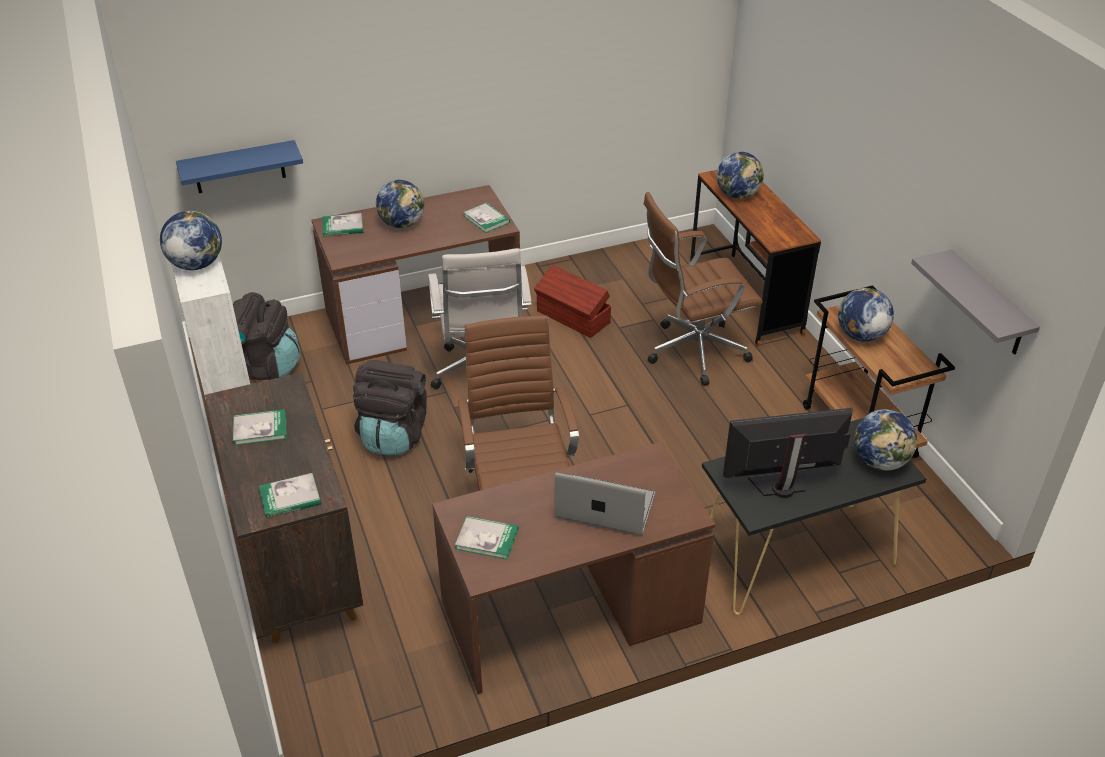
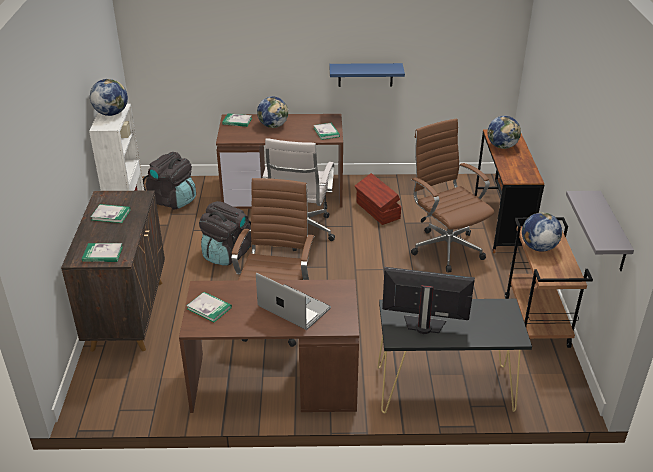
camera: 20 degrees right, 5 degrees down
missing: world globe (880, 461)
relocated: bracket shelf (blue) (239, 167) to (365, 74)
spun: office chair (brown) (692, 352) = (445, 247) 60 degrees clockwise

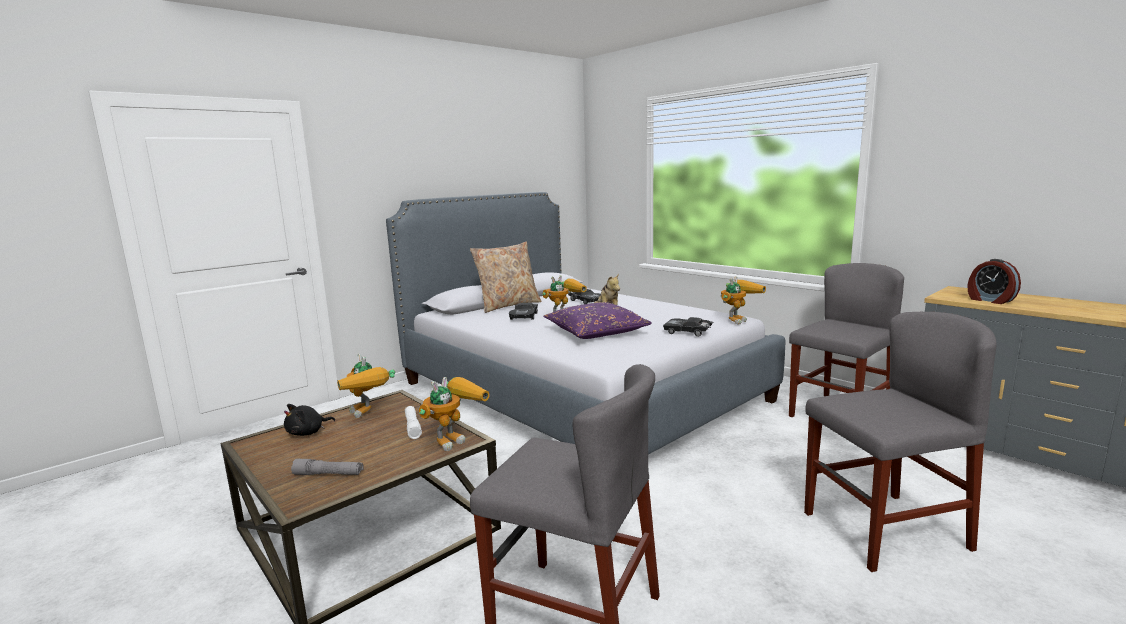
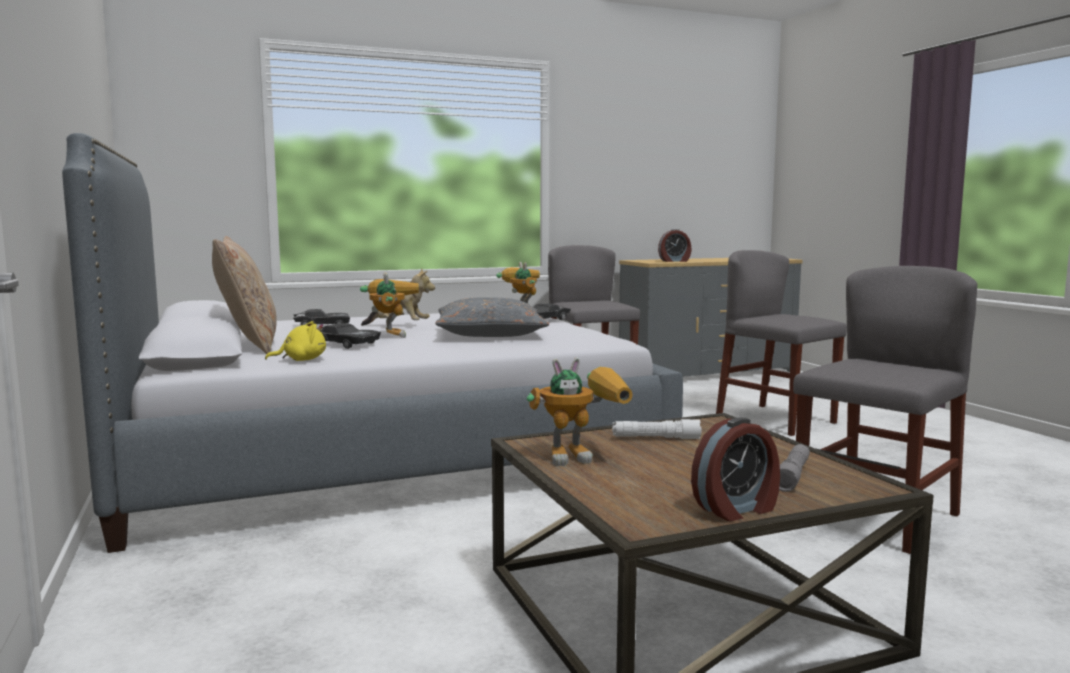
camera: 70 degrees left, 5 degrees down
missing: cuddly toy (black-coloured) (308, 433); model robot (455, 438)
appeared: cuddly toy (yellowish) (301, 360); table clock (737, 509)
colour: cushion (purple-coloured) (596, 332) to cushion (grey) (490, 333)
spun: chair (grey) (884, 530) = (775, 420) 45 degrees counterclockwise

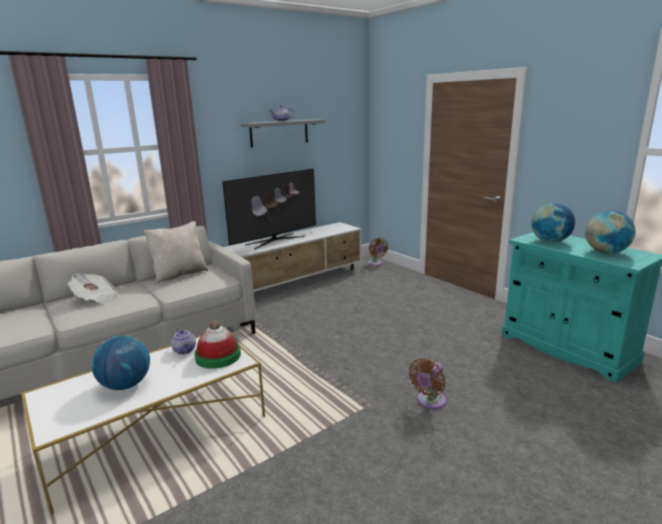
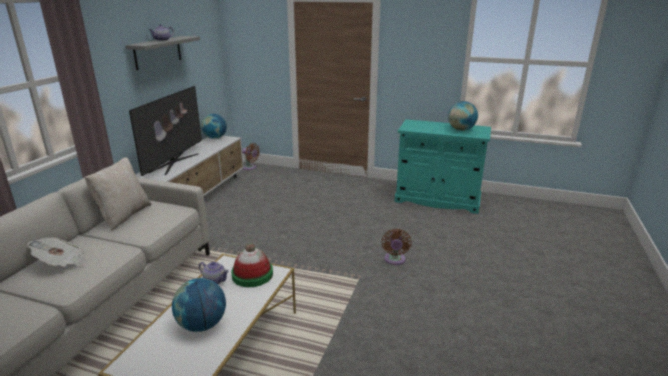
camera: 35 degrees left, 5 degrees up
relocated: world globe (550, 241) to (215, 138)

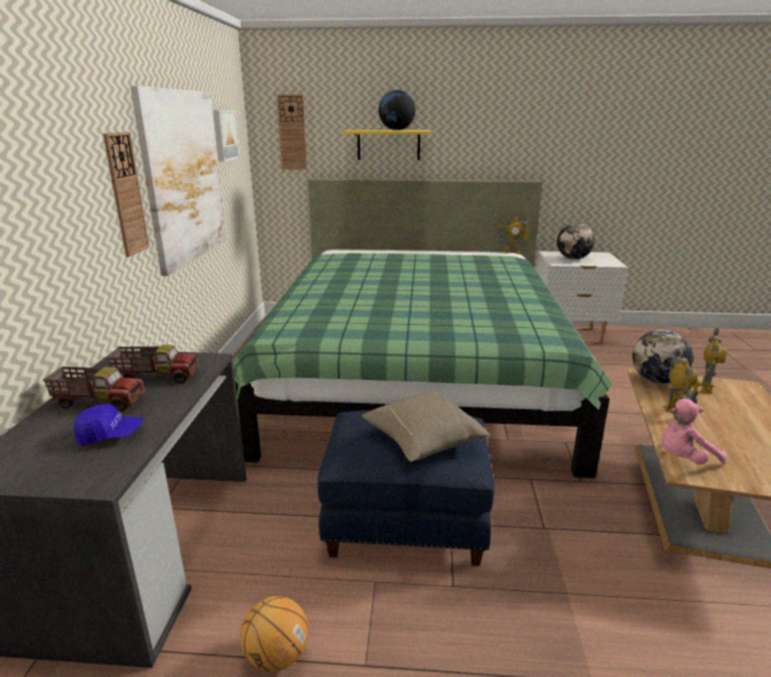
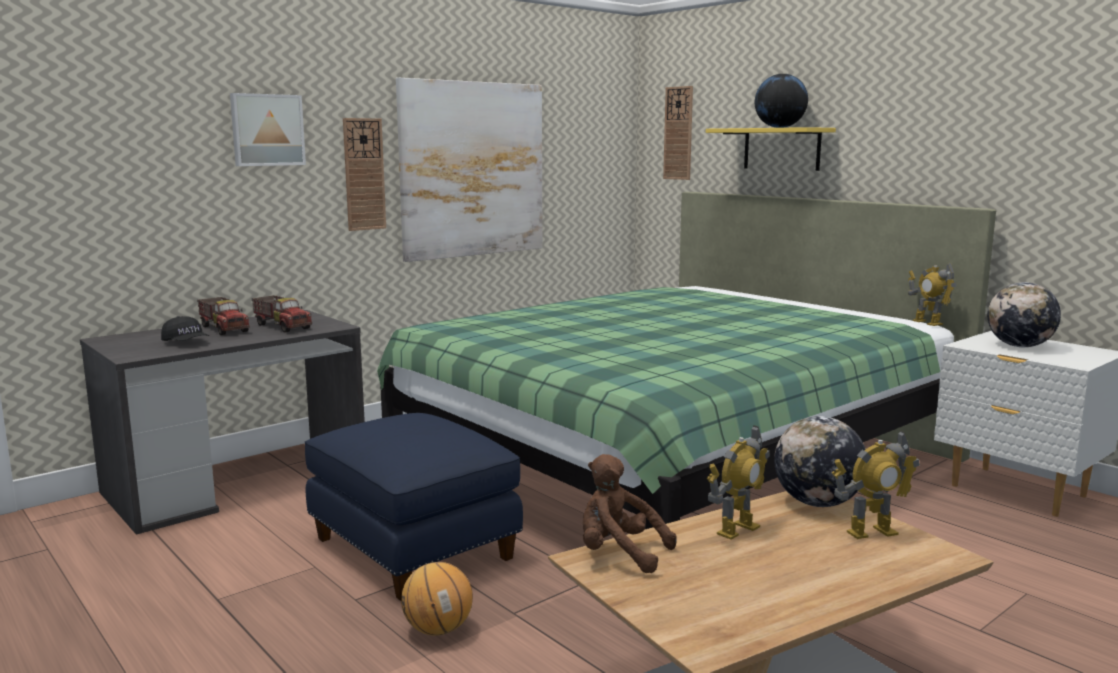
camera: 45 degrees right, 10 degrees down
missing: cushion (beige-coloured) (423, 439)
relocated: picture (224, 135) to (267, 130); basketball ball (276, 656) to (437, 630)
colour: peaked cap (blue) (110, 435) to peaked cap (black-coloured) (186, 342); cuddly toy (pink) (683, 458) to cuddly toy (brown) (619, 554)

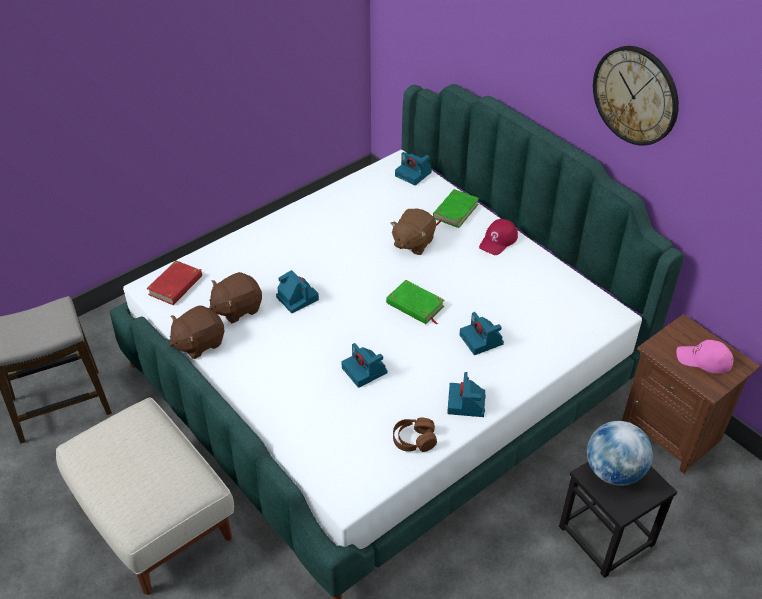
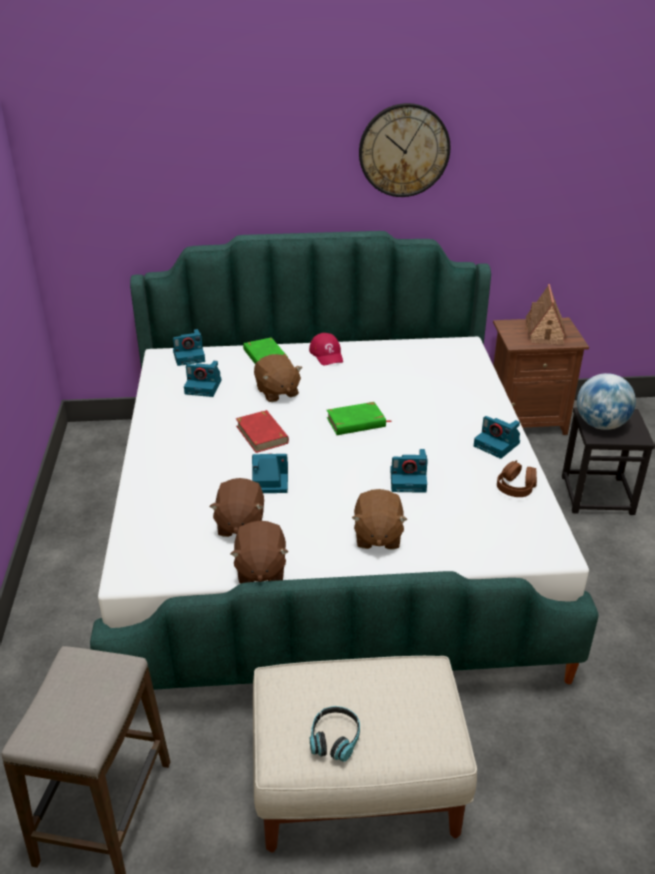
camera: 55 degrees left, 10 degrees down
appeared: pair of headphones (335, 739); cuddly toy (brown) (377, 536)
relocated: still camera (482, 340) to (204, 387); volume (reddish) (176, 285) to (262, 434)
exchanged: peaked cap (pink) (704, 359) to model house (545, 332)

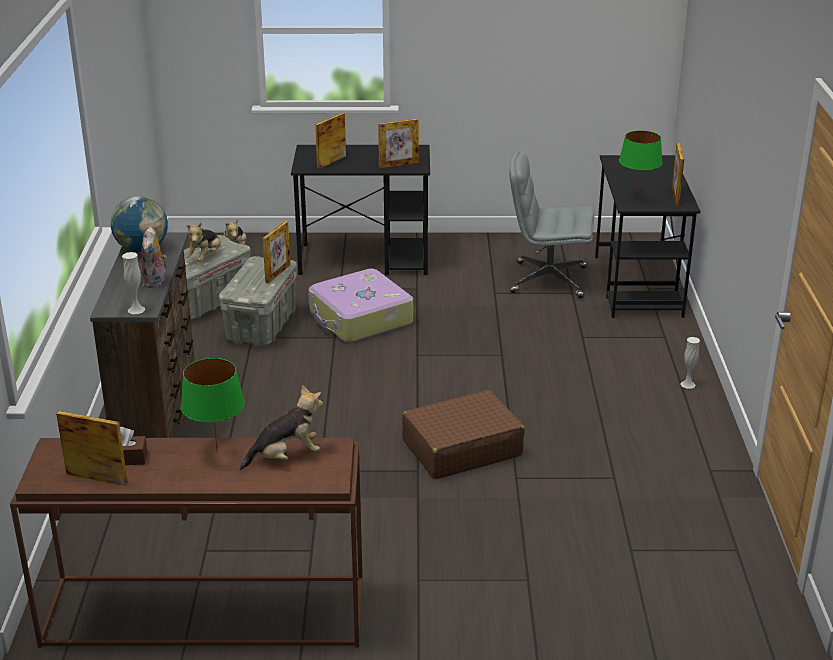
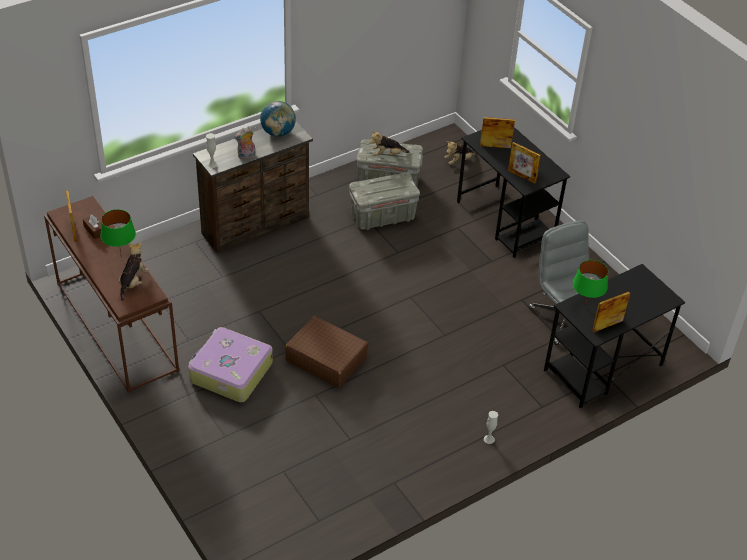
camera: 55 degrees right, 15 degrees up
missing: photo frame (278, 273)
relocated: travel case (360, 318) to (230, 372)
spun: cuddly toy (286, 457) = (133, 282) 105 degrees counterclockwise

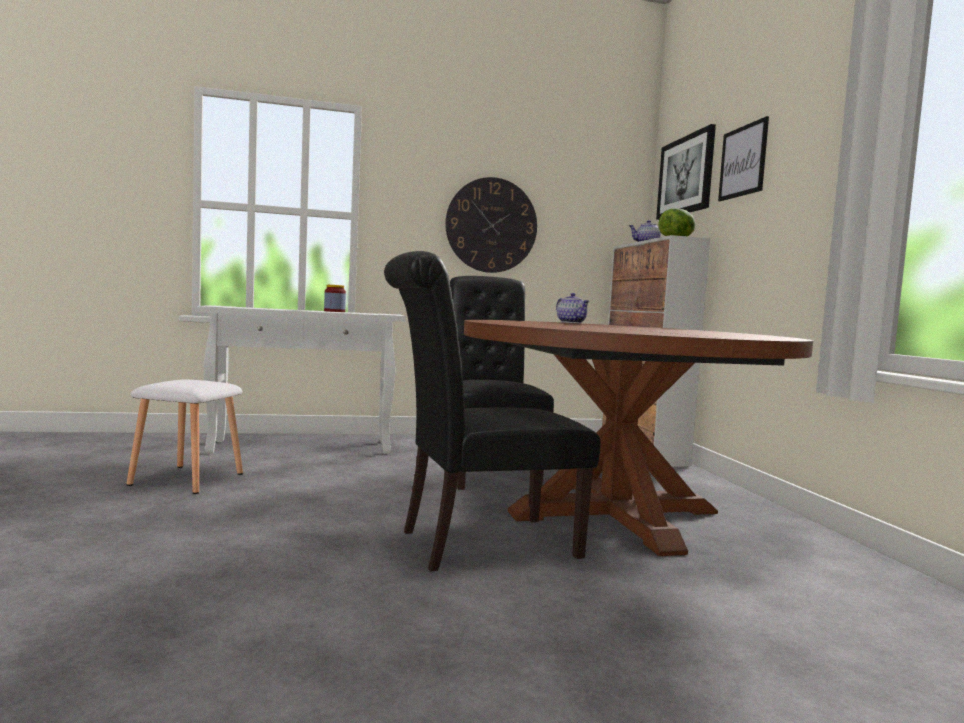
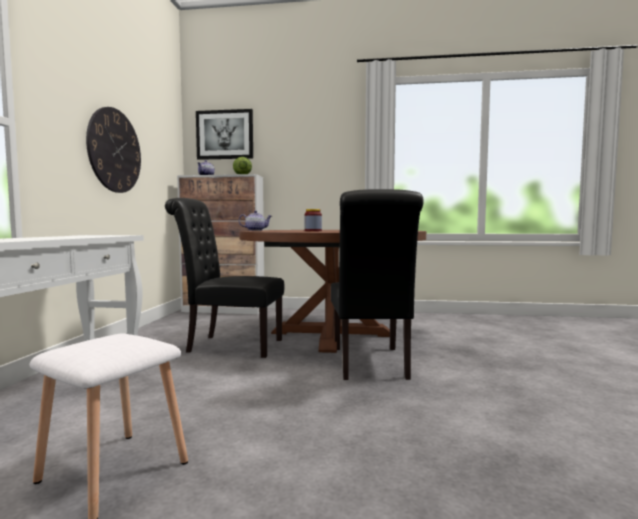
camera: 70 degrees left, 0 degrees up
missing: picture (743, 161)
relocated: jar (334, 311) to (313, 231)

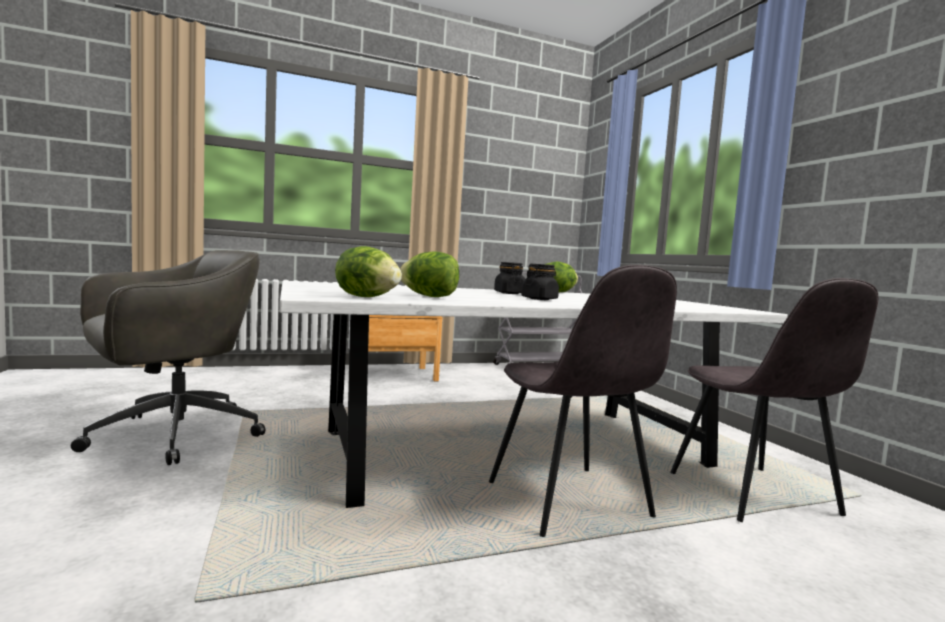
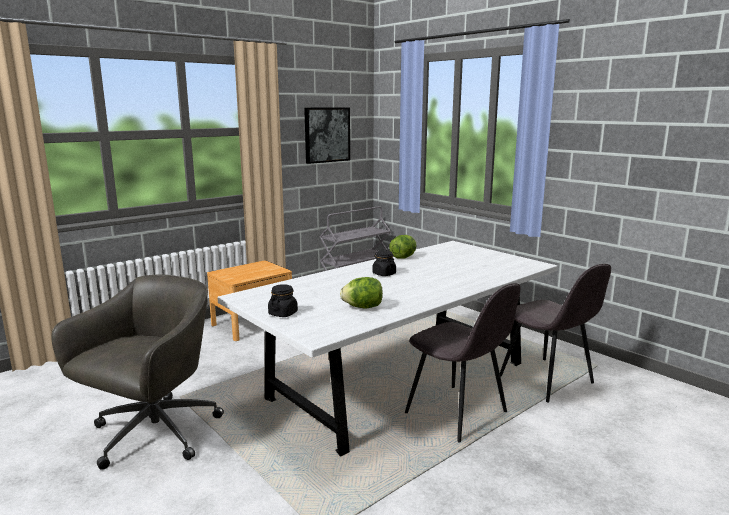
camera: 20 degrees left, 10 degrees up
missing: head of lettuce (367, 297)
appeared: picture (327, 135)
relocated: jar (black-coloured) (539, 299) to (283, 313)

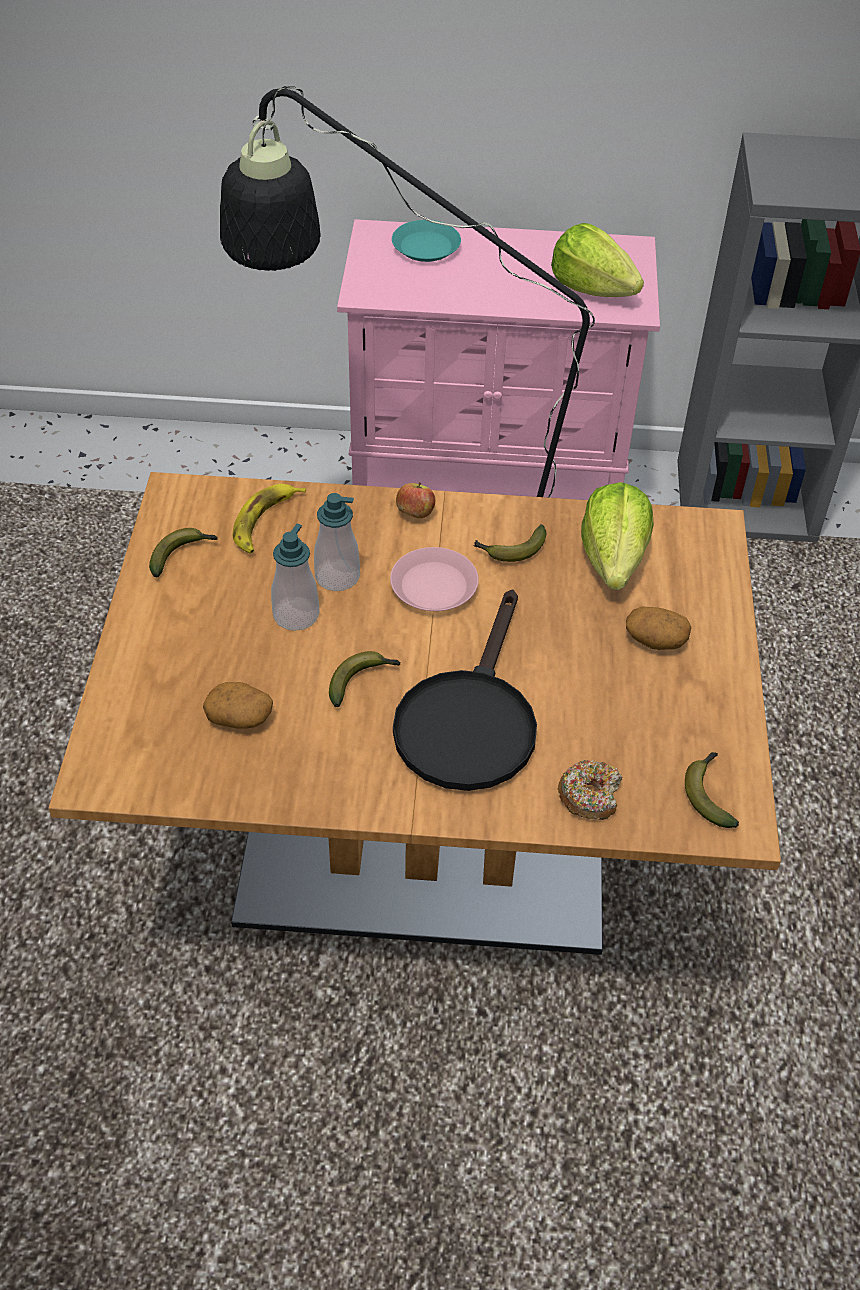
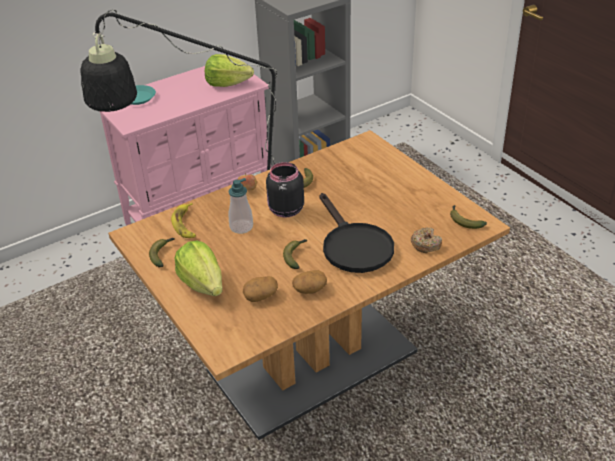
camera: 35 degrees left, 10 degrees down
missing: liquid soap bottle (296, 615)
relocated: head of lettuce (613, 559) to (203, 284); whole potato (655, 640) to (309, 289)
exchanged: plate (pink) (433, 586) to jar (black-coloured) (285, 210)

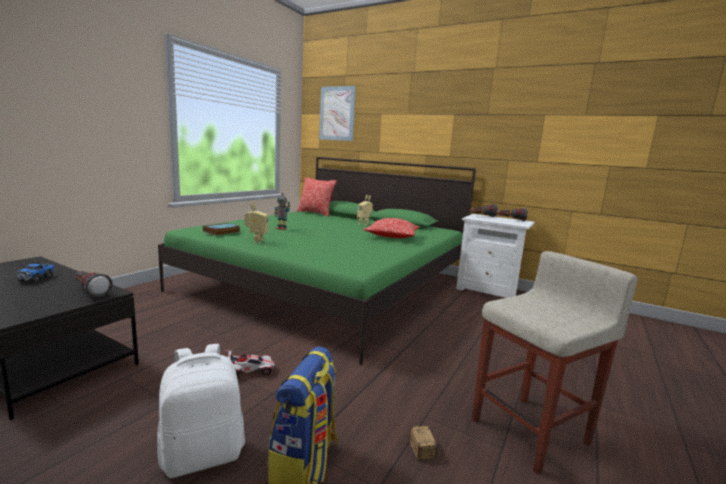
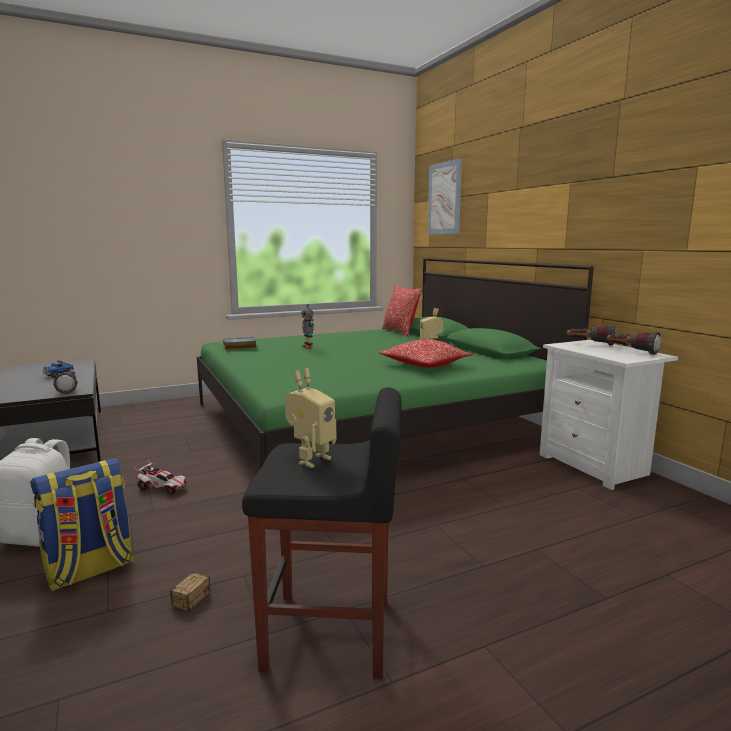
camera: 35 degrees right, 0 degrees up
relocated: model robot (256, 241) to (310, 459)
colour: stool seat (beige-coloured) (531, 431) to stool seat (black-coloured) (331, 633)

